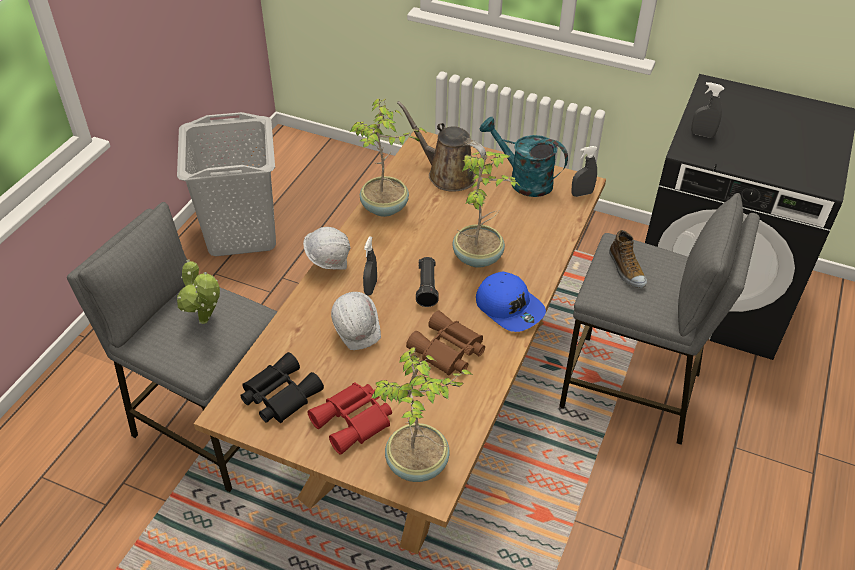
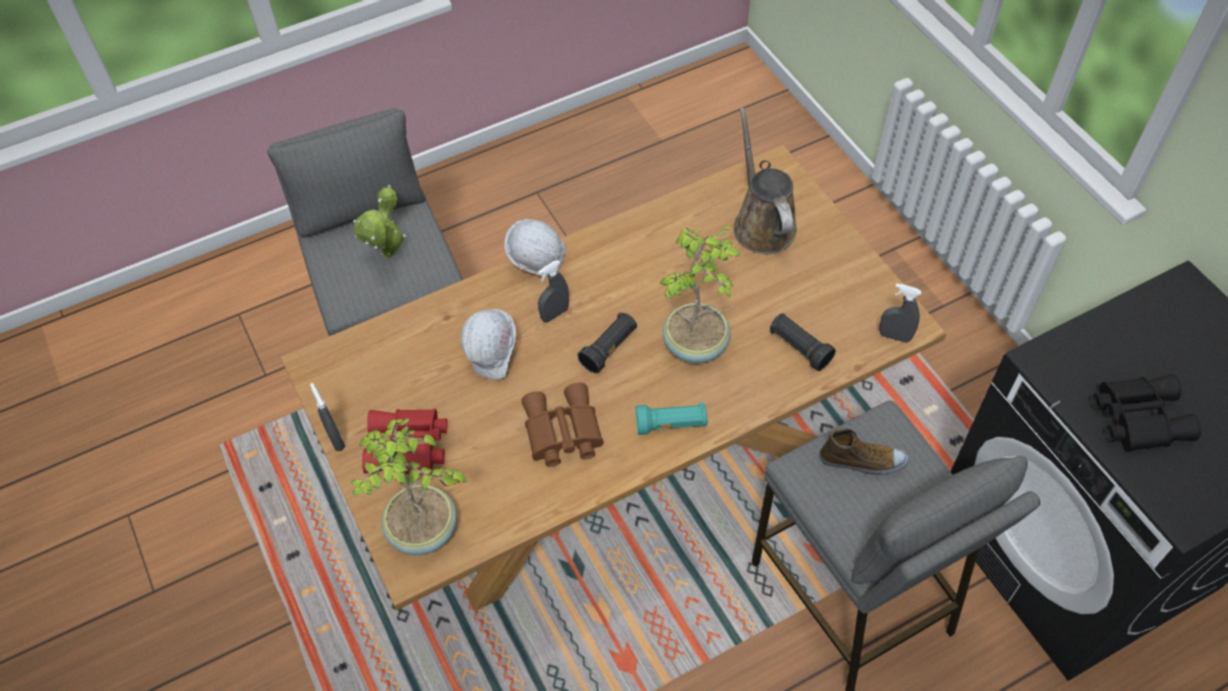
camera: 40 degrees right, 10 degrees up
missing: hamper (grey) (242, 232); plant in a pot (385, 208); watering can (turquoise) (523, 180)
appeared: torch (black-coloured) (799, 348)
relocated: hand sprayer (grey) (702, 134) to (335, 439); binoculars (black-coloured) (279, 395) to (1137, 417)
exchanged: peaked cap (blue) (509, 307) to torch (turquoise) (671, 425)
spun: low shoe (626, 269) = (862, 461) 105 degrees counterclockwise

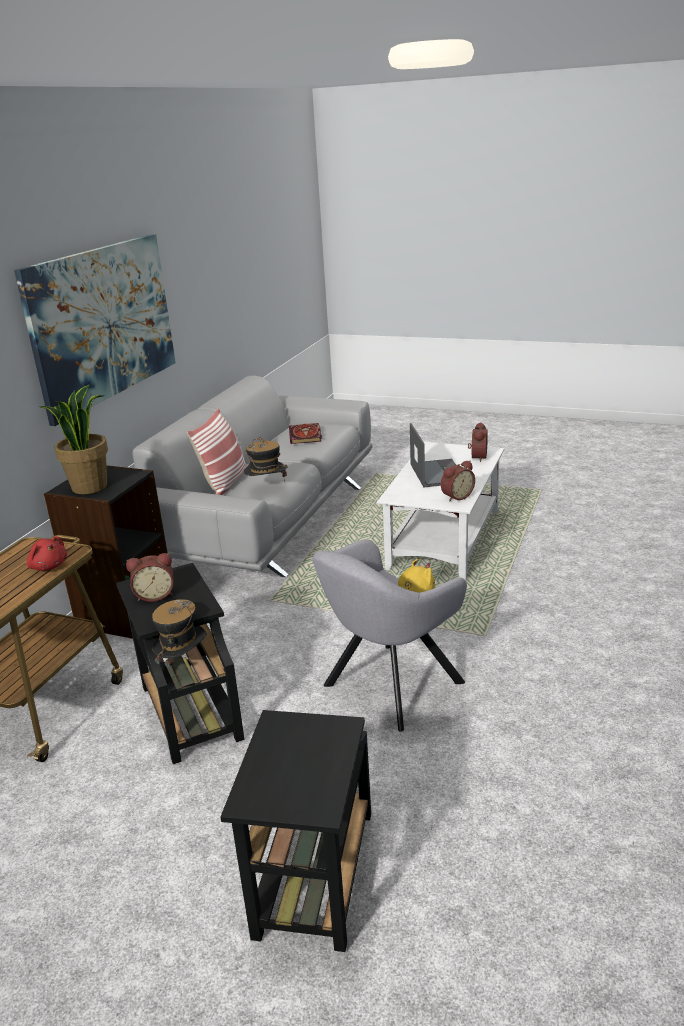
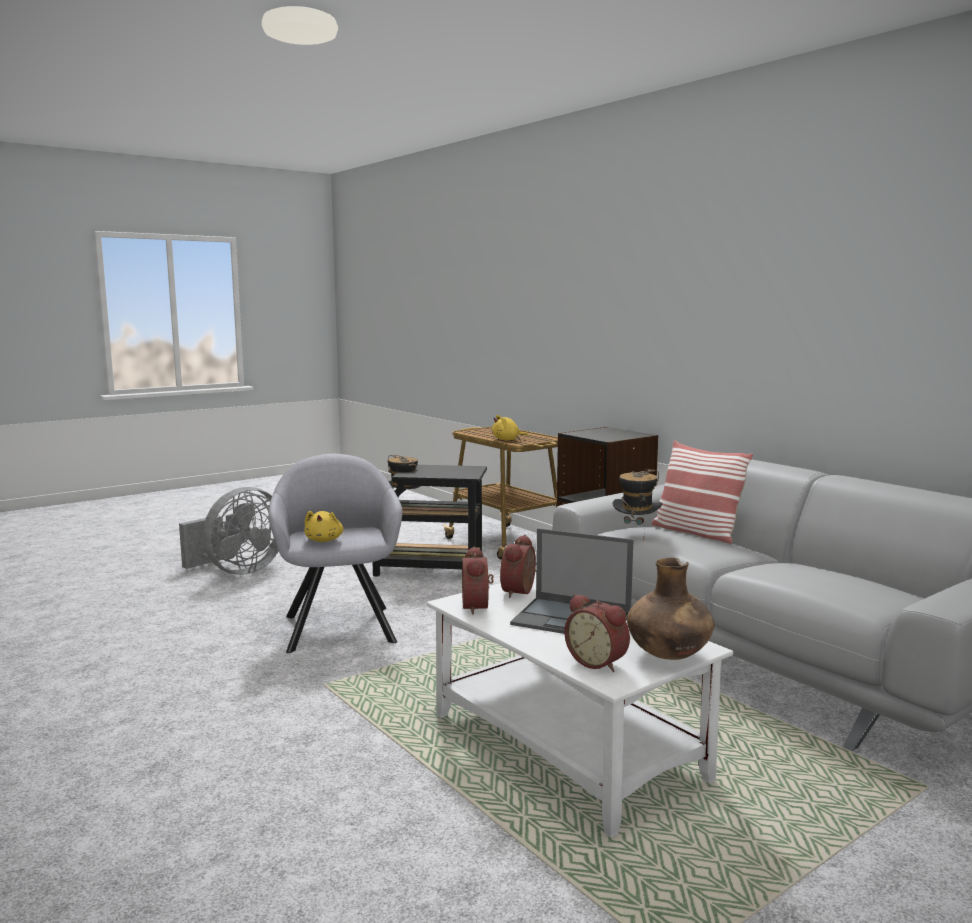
camera: 120 degrees right, 15 degrees down
missing: picture (103, 323); plant in a pot (89, 487); volume (306, 436)
appeared: decorative vase (brown) (669, 655)
relocated: table clock (155, 595) to (521, 592)
exchanged: accent table (black-coloured) (314, 877) to electric fan (grey) (238, 571)
colour: cuddly toy (reddish) (48, 566) to cuddly toy (yellowish) (507, 440)

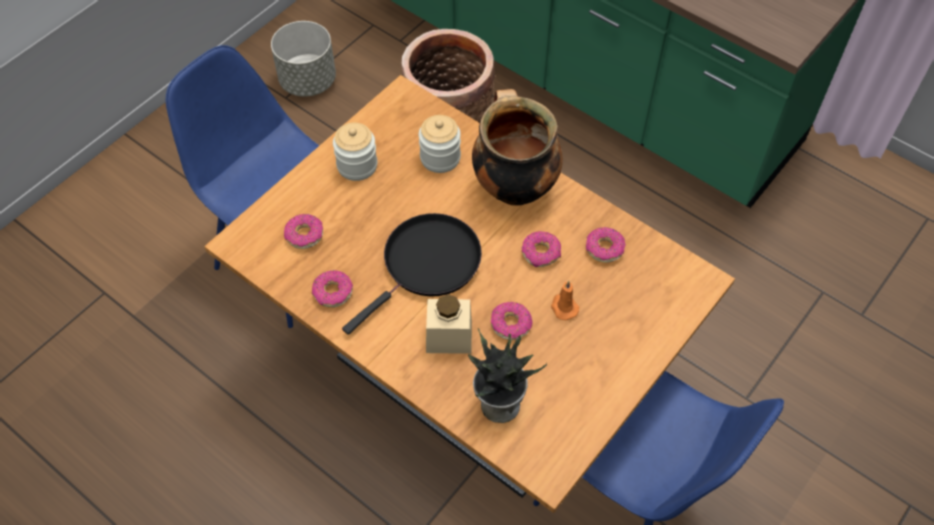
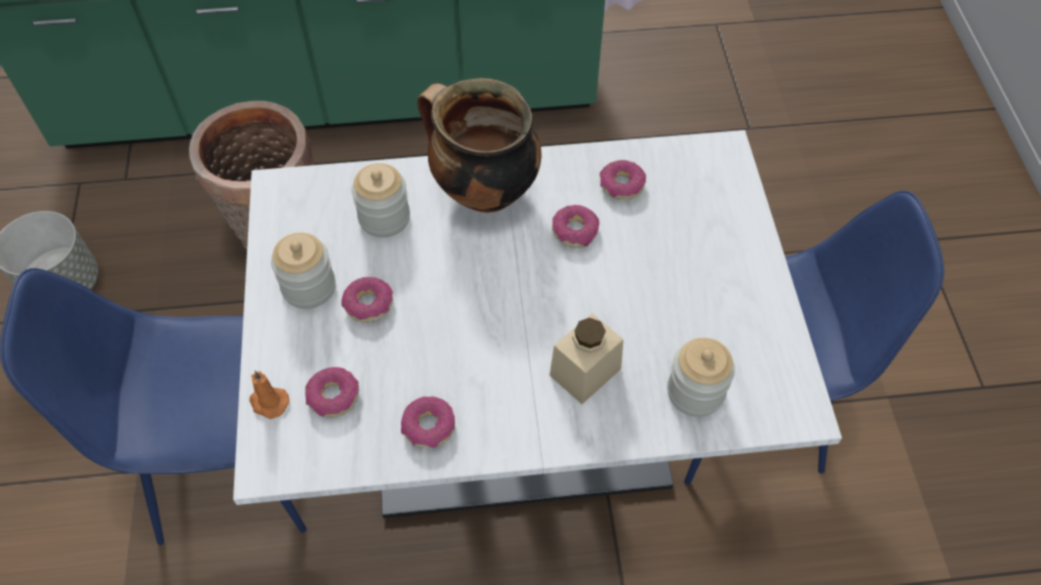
camera: 45 degrees left, 0 degrees up
missing: frying pan (black-coloured) (427, 264)
relocated: wax candle (orangey) (563, 307) to (268, 402); donut (510, 324) to (368, 304)
exchanged: plant in a pot (498, 404) to jar (695, 392)
colour: dinner table (brown) (467, 379) to dinner table (white) (520, 431)

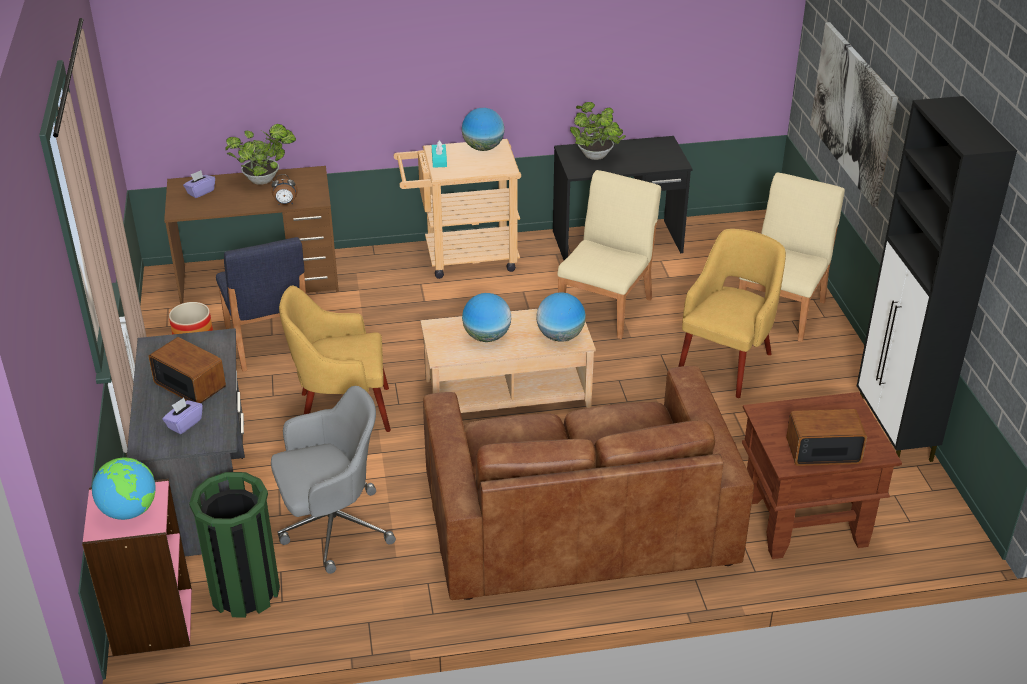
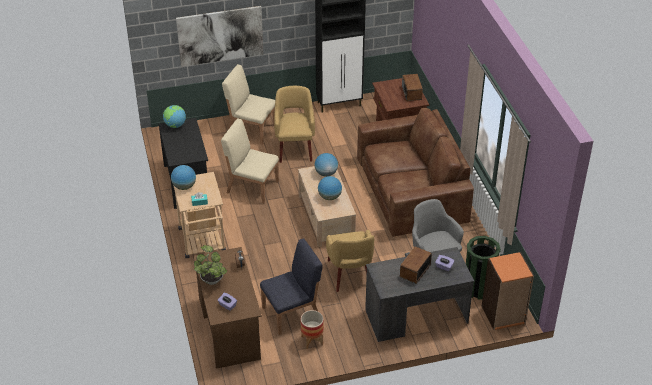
camera: 95 degrees left, 5 degrees up
missing: plant in a pot (596, 157)
relocated: world globe (129, 511) to (175, 125)
colour: bookshelf (pink) (151, 621) to bookshelf (orangey) (503, 315)
spun: easy chair (yellowish) (726, 363) = (295, 148) 60 degrees clockwise

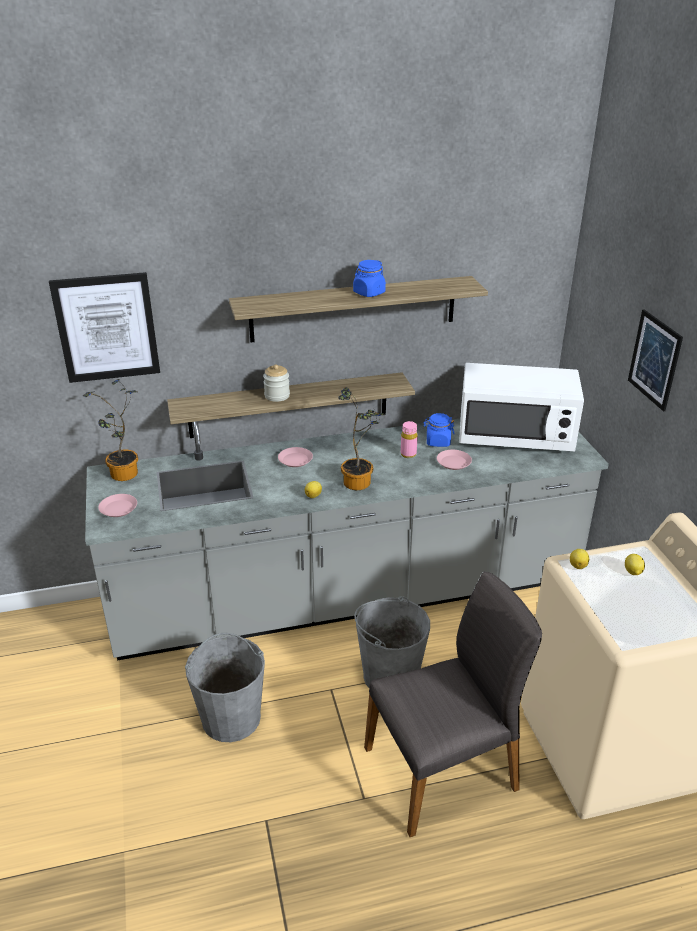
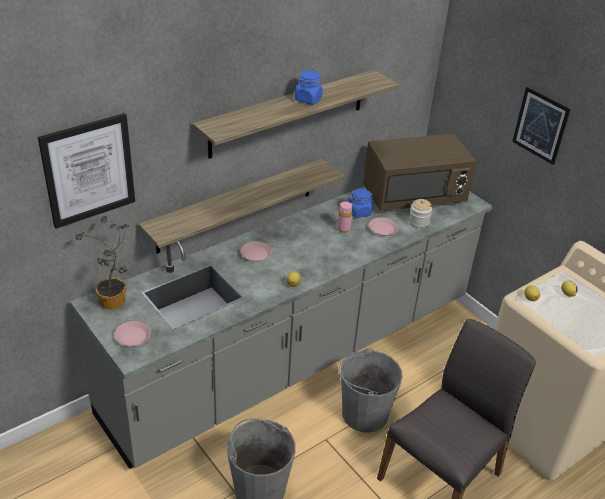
camera: 25 degrees left, 5 degrees up
missing: plant in a pot (360, 481)
relocated: jar (277, 396) to (418, 222)
colour: microwave oven (white) (515, 436) to microwave oven (brown) (414, 195)

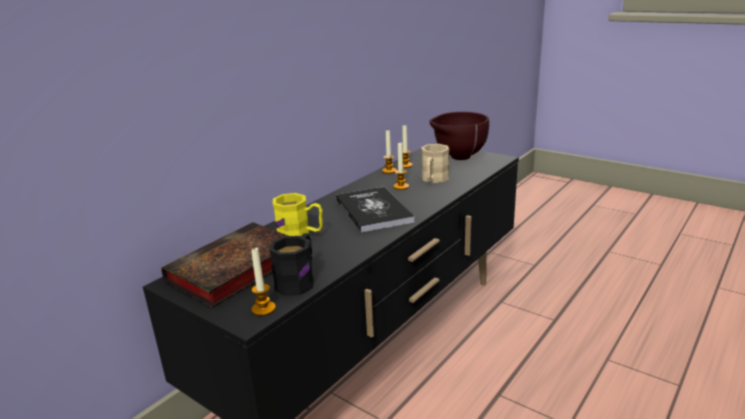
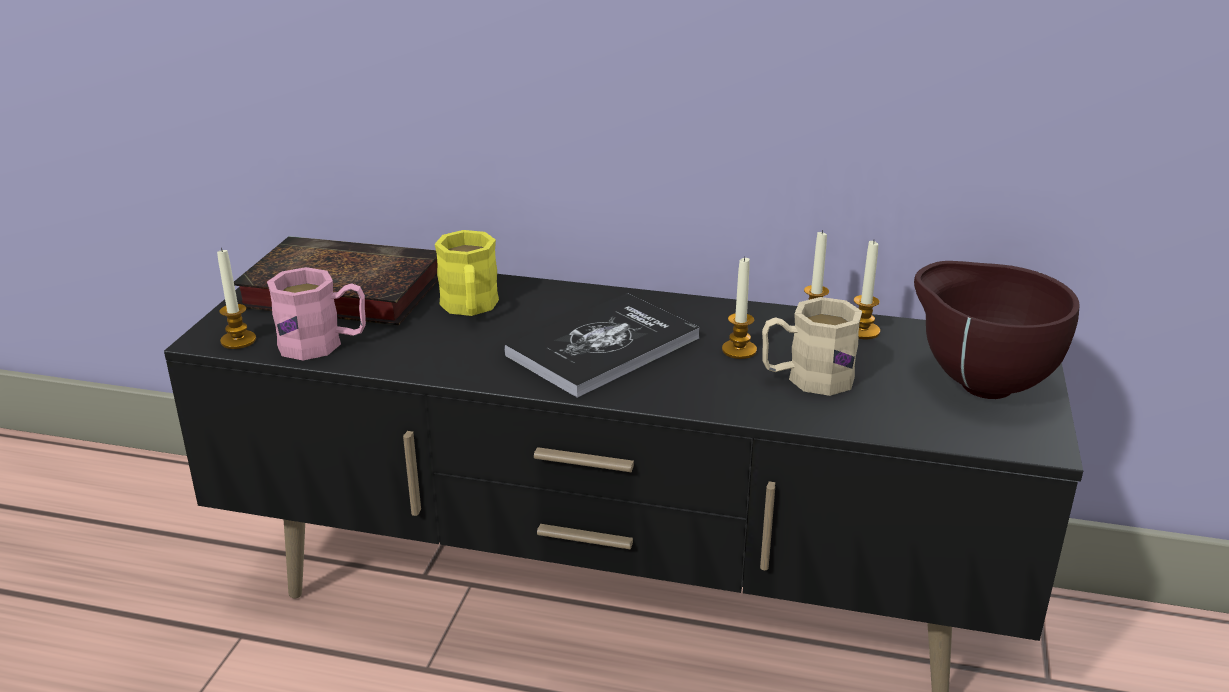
camera: 65 degrees right, 5 degrees up
colour: tea mug (black-coloured) (298, 280) to tea mug (pink) (323, 344)

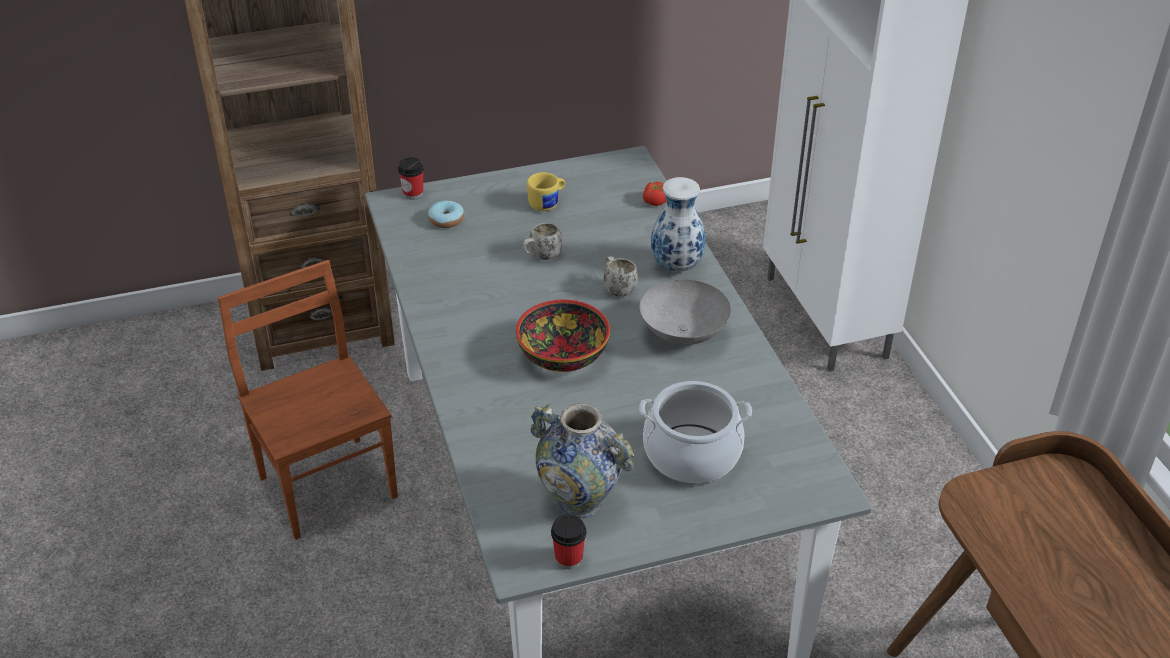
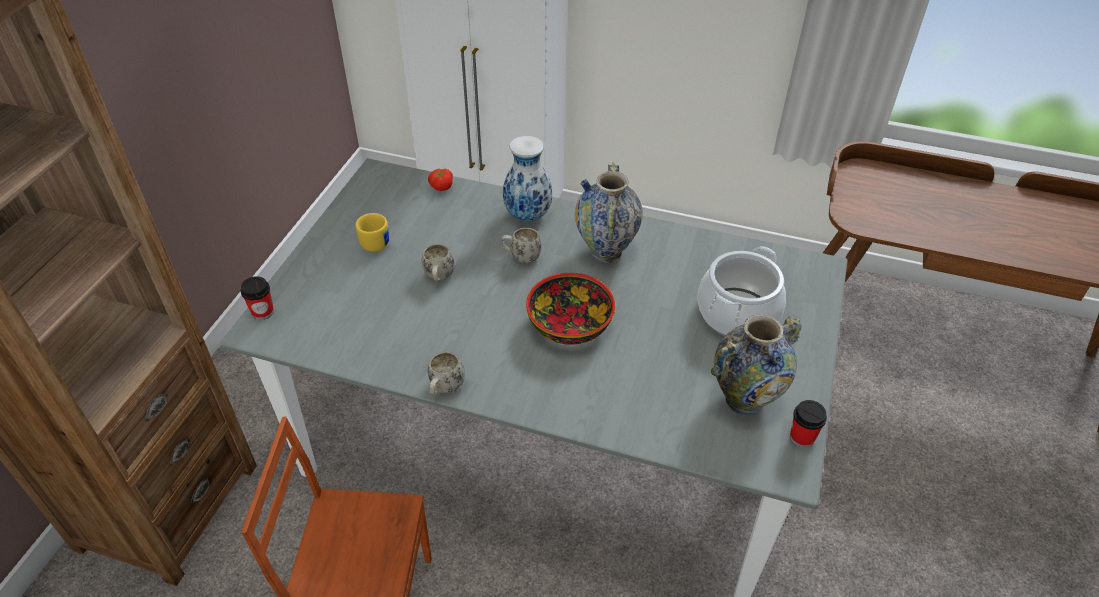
camera: 55 degrees left, 5 degrees up
missing: donut (446, 220)
appeared: tea mug (white) (445, 388)
exchanged: deep dish (grey) (682, 334) to decorative vase (606, 252)

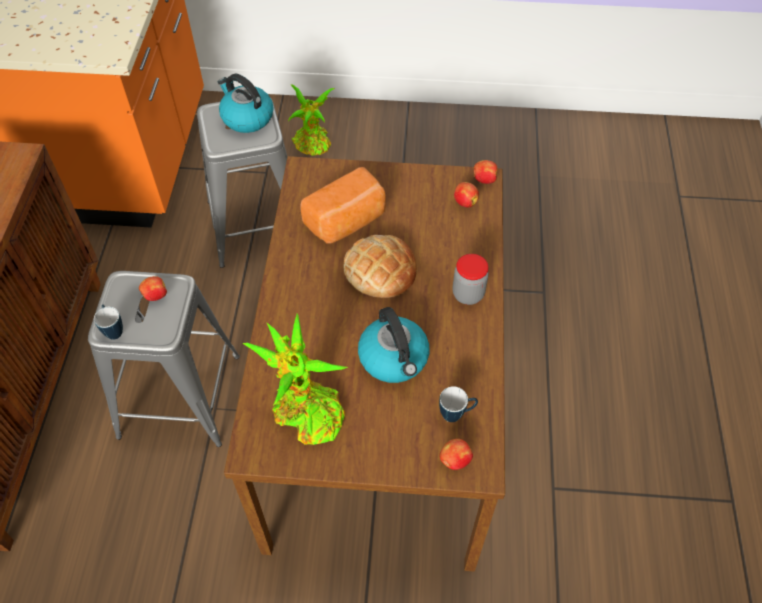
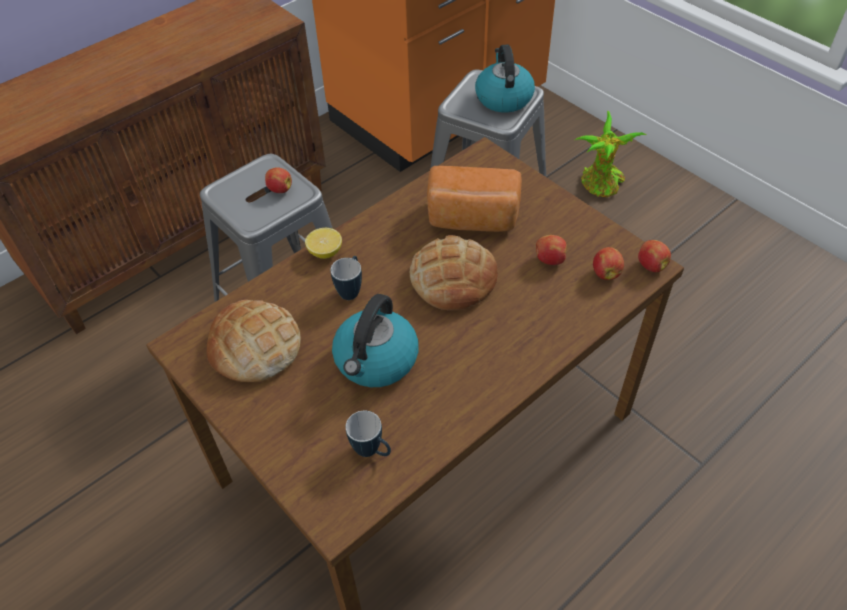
camera: 45 degrees right, 5 degrees down
missing: jar (468, 294)
appeared: citrus fruit (325, 252)
relocated: tea mug (113, 330) to (351, 289); whole apple (454, 460) to (549, 260)
exchanged: plant in a pot (305, 412) to bread (254, 346)

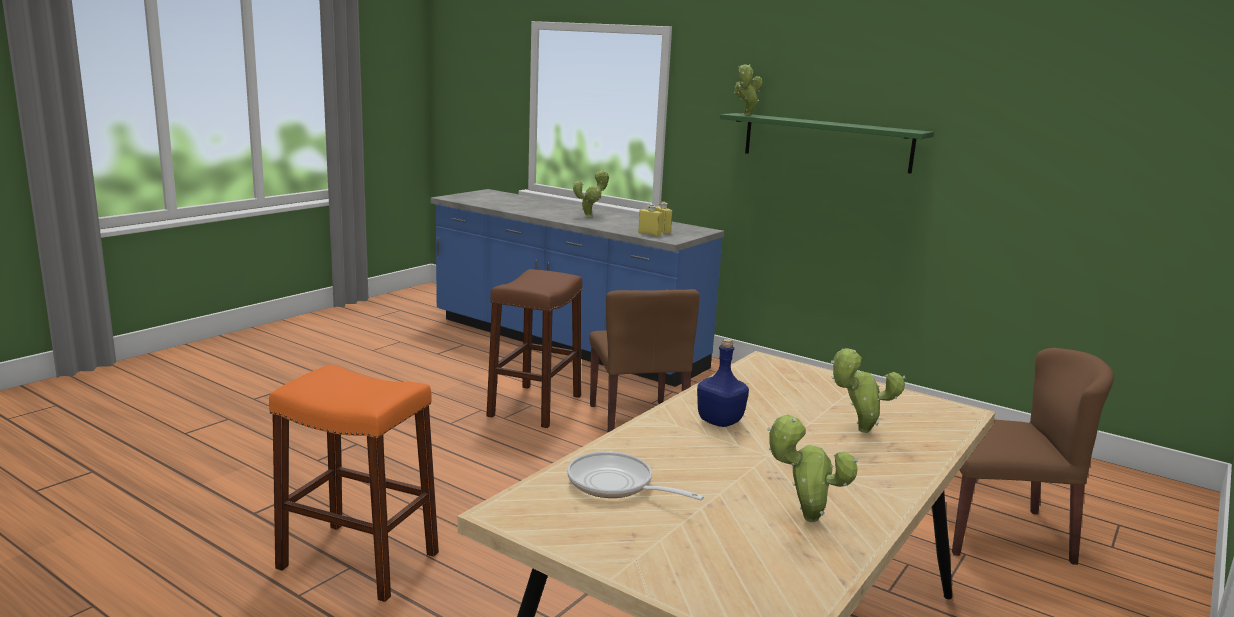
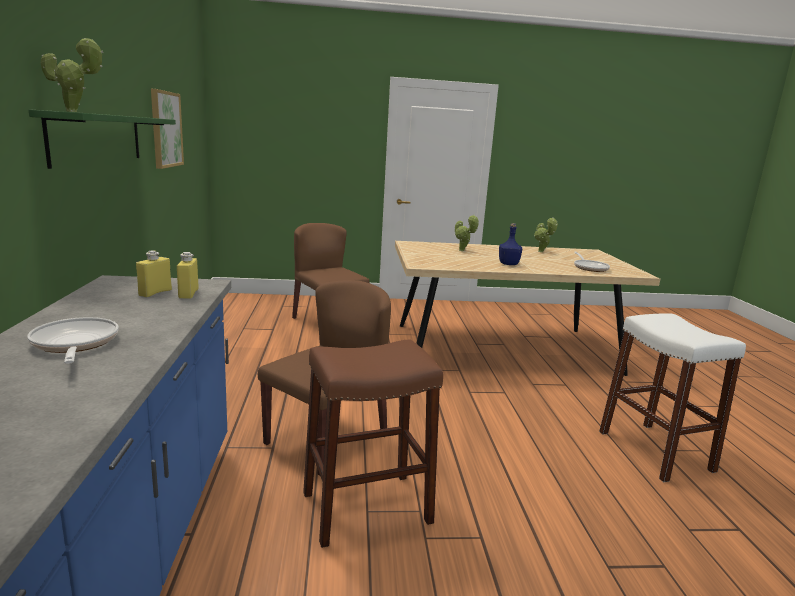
camera: 130 degrees left, 0 degrees up
appeared: picture (165, 129)
exchanged: plant in a pot (590, 216) to frying pan (74, 344)
colour: stool seat (orangey) (359, 561) to stool seat (white) (654, 451)

